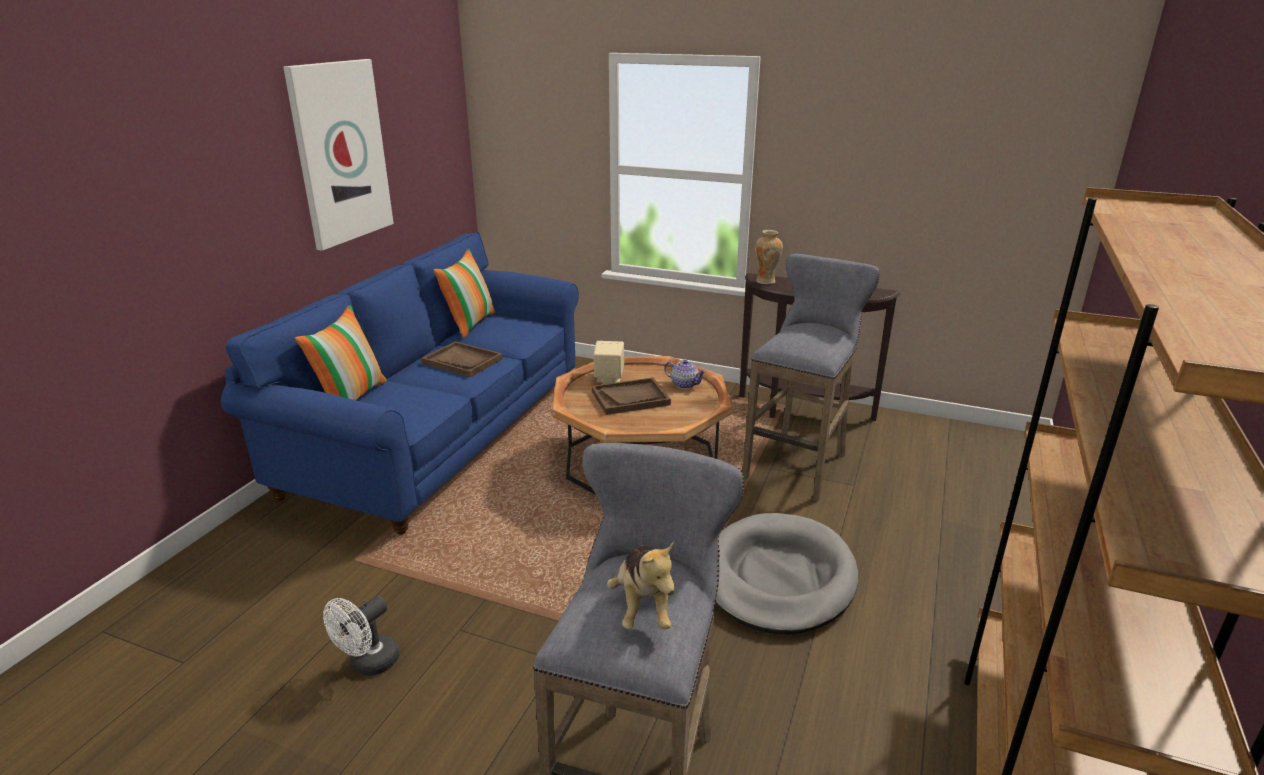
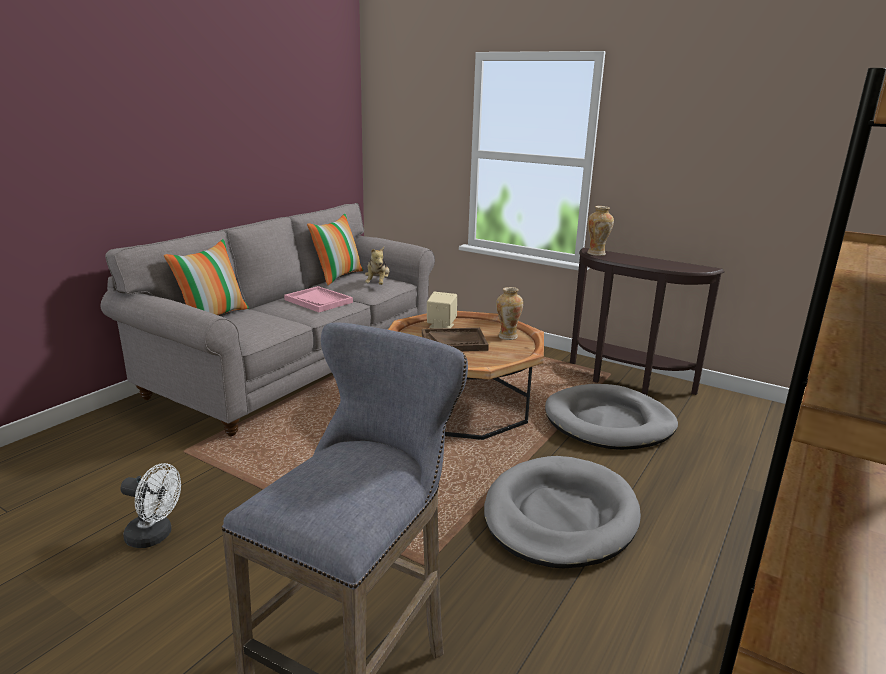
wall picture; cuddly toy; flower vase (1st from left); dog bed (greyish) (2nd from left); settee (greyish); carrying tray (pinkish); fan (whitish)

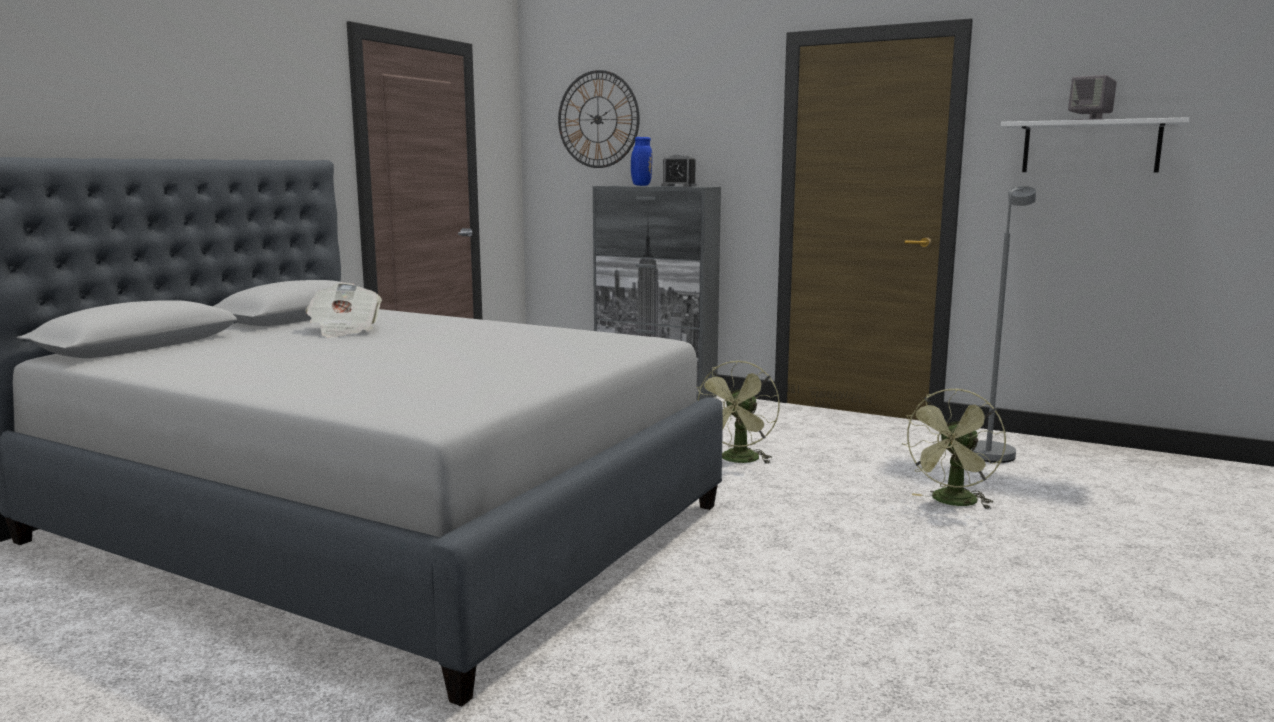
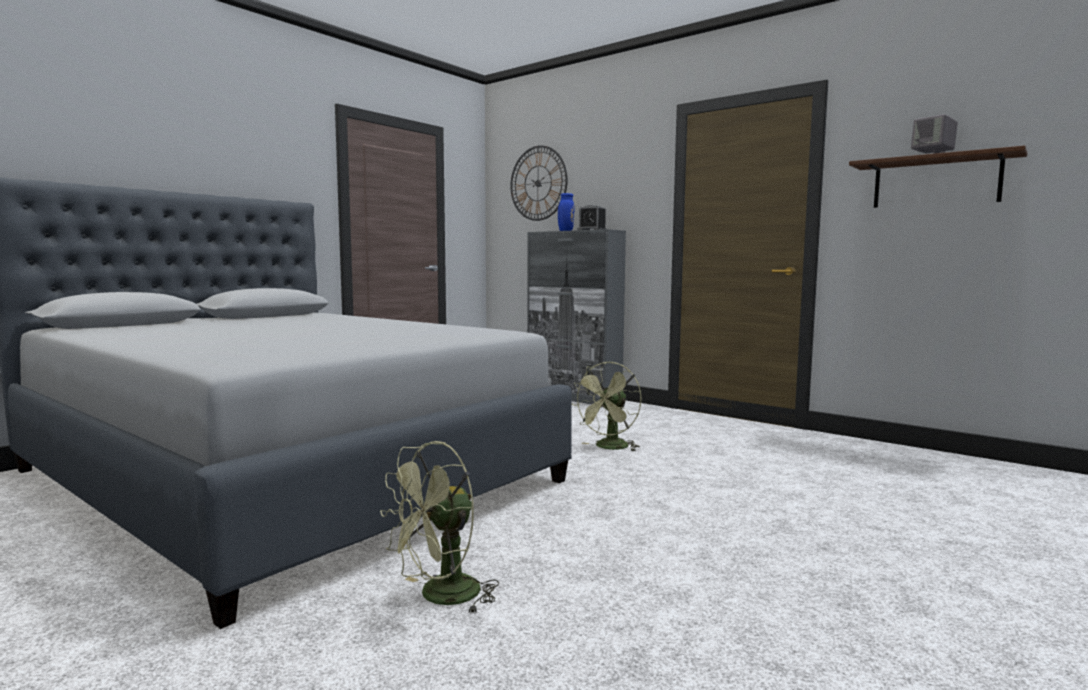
printed paper; floor lamp (greyish); fan (green-coloured) (1st from left); wall shelf (brown-coloured)

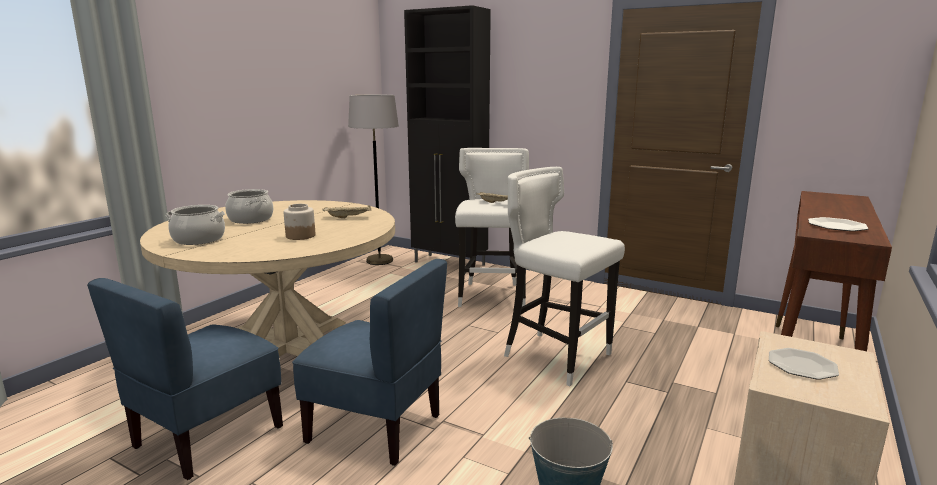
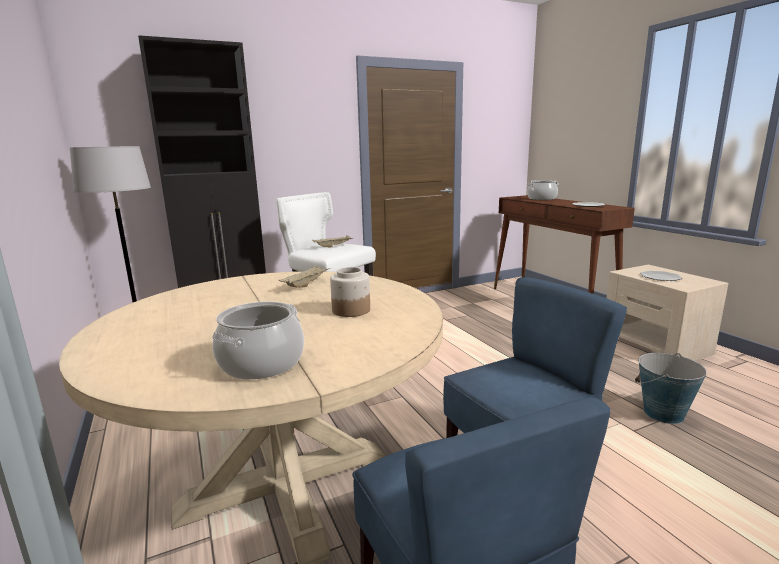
sitting stool (whitish) (2nd from left in the first image); stockpot (2nd from left)

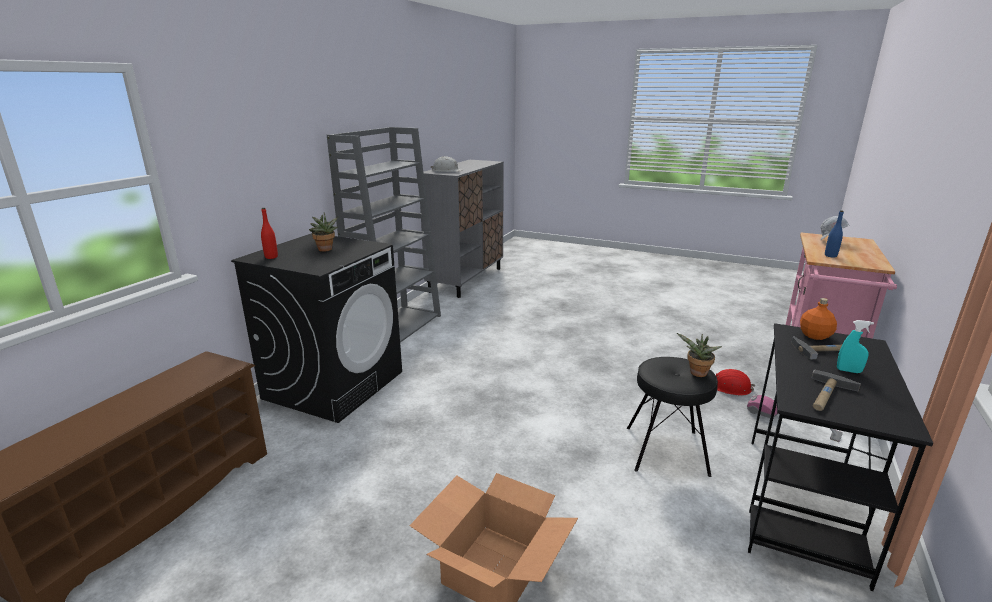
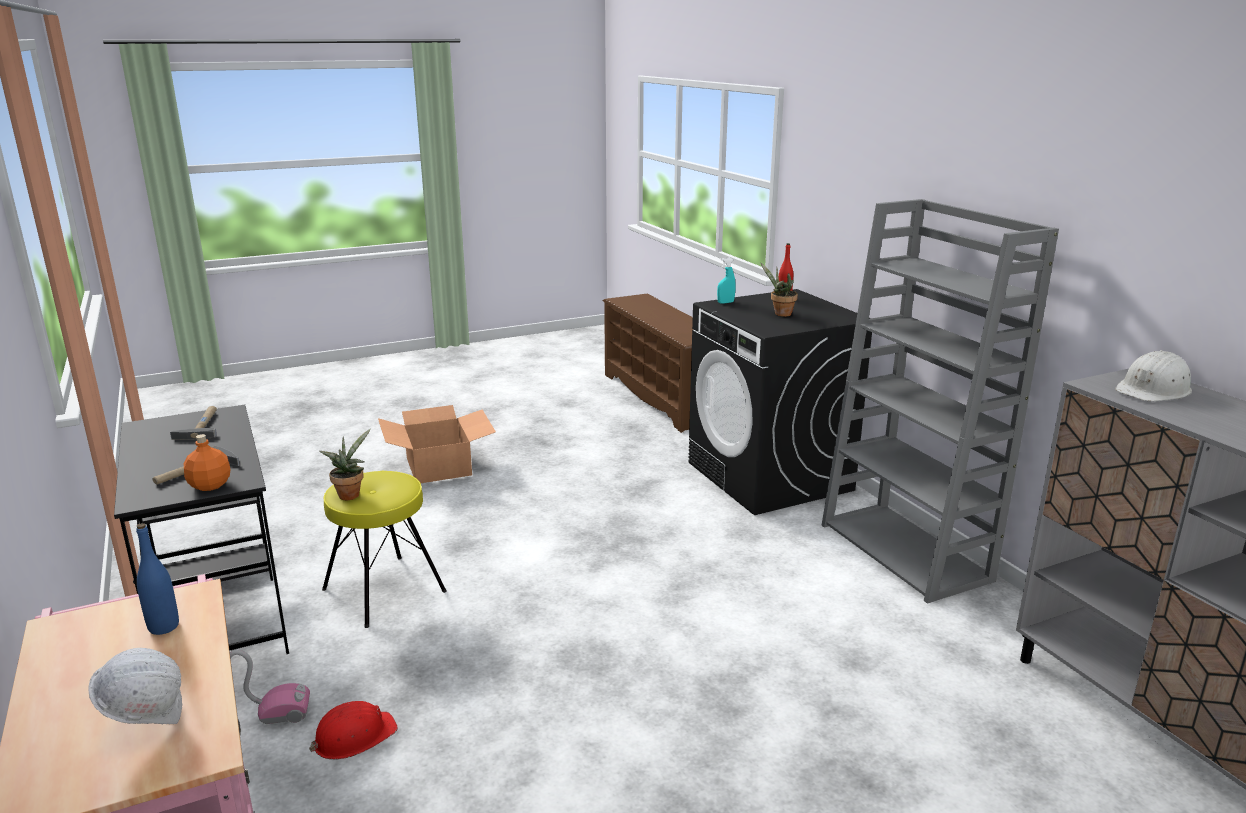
hand sprayer (turquoise); sitting stool (yellowish)

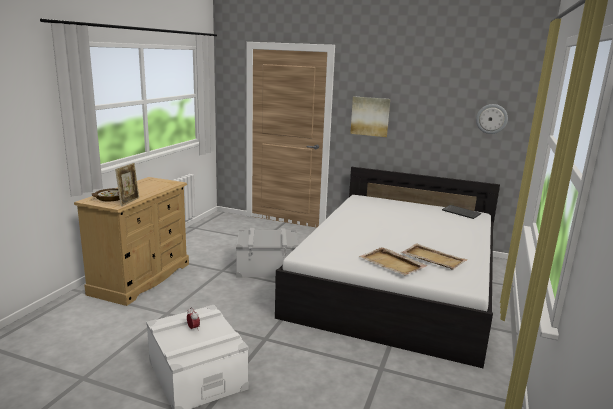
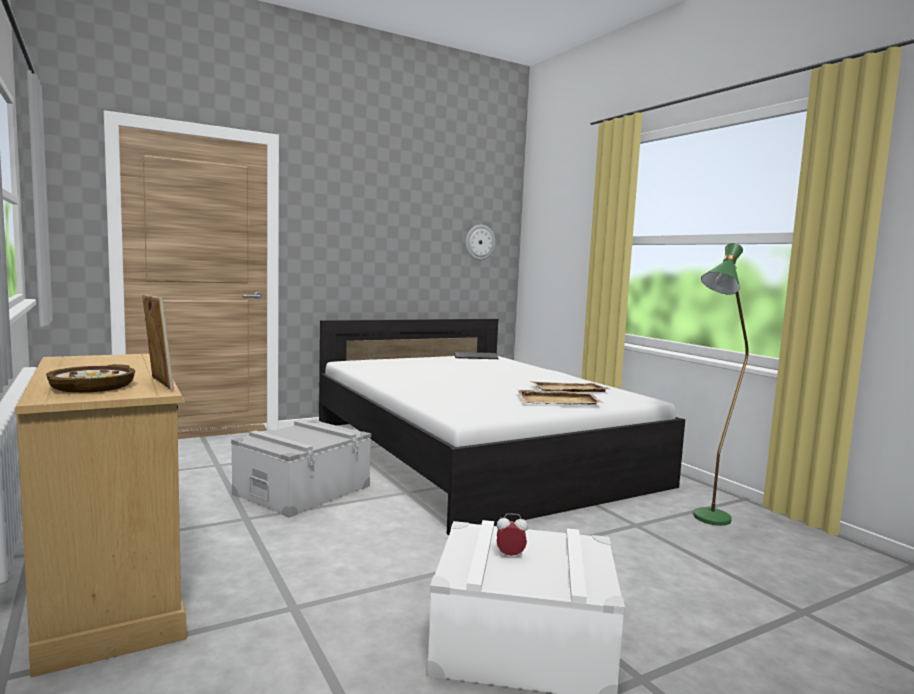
wall picture; floor lamp (green-coloured)

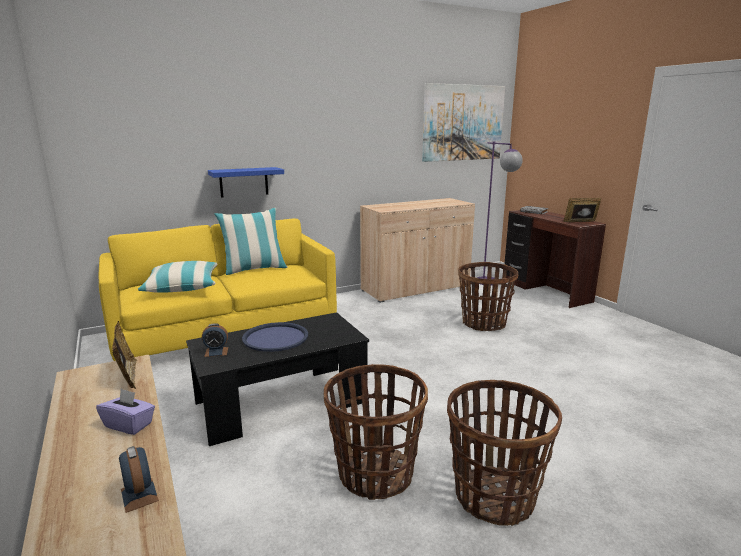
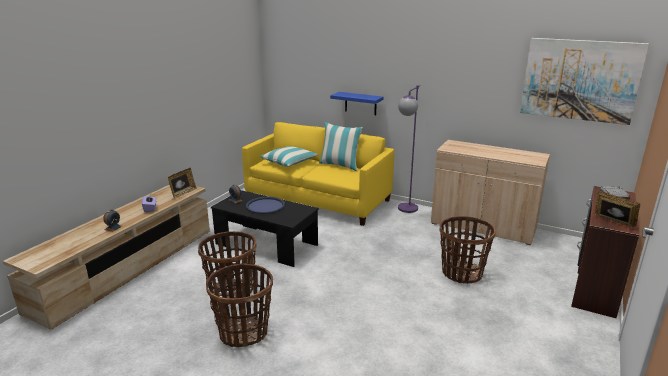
floor lamp (purple-coloured)

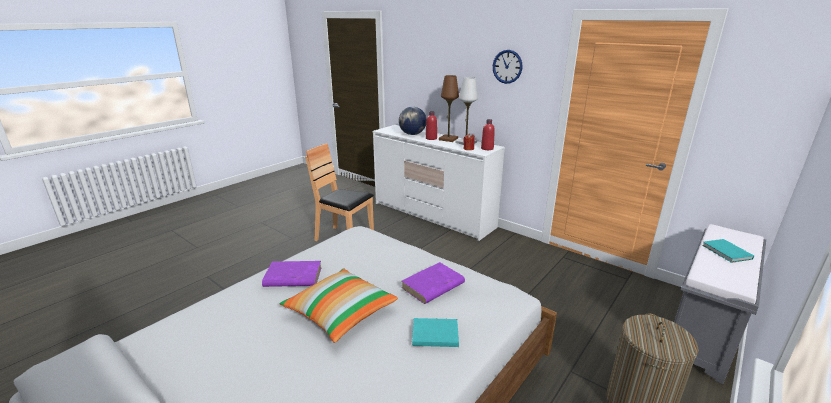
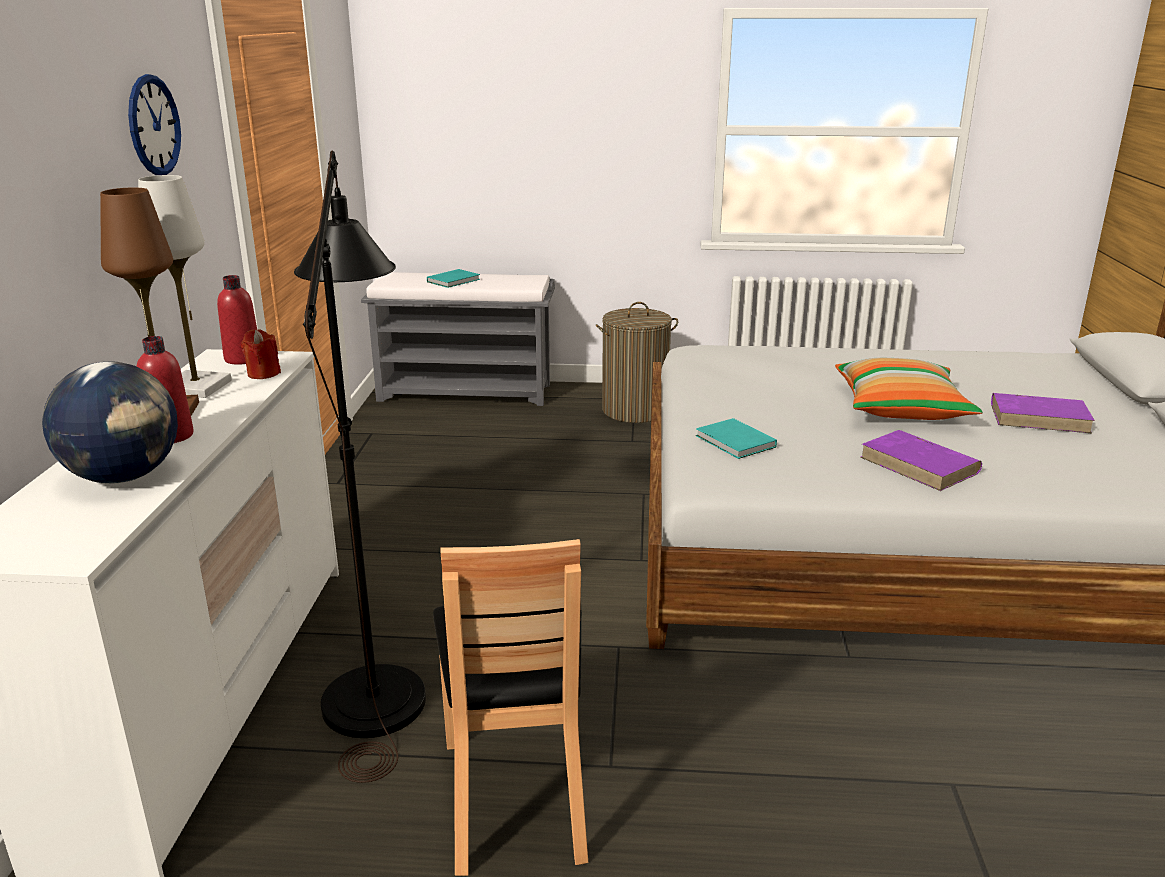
floor lamp (black); volume (purple-coloured) (2nd from left); volume (turquoise) (2nd from left)

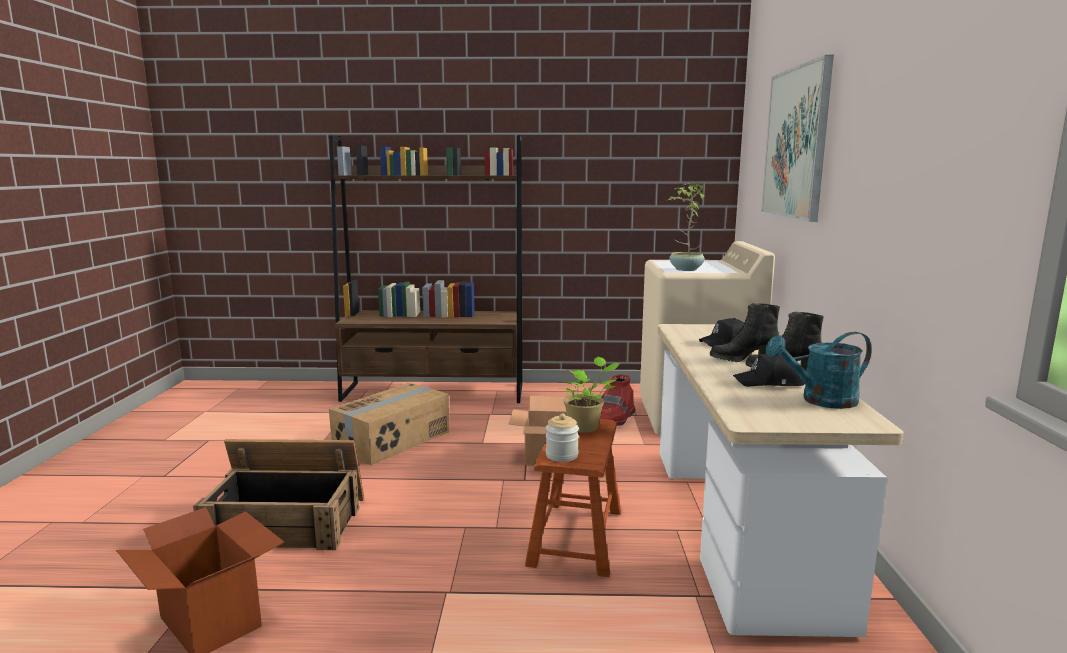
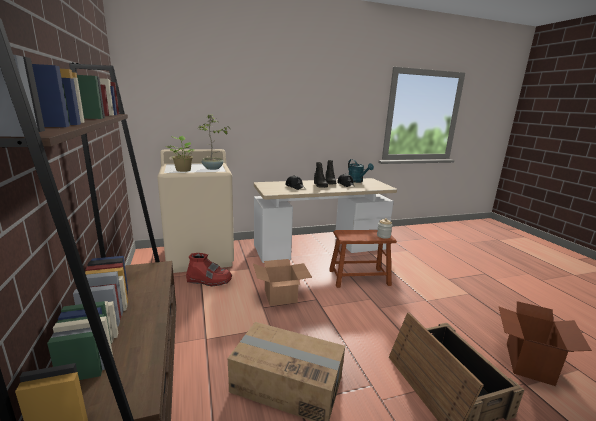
wall picture; potted plant (1st from left)

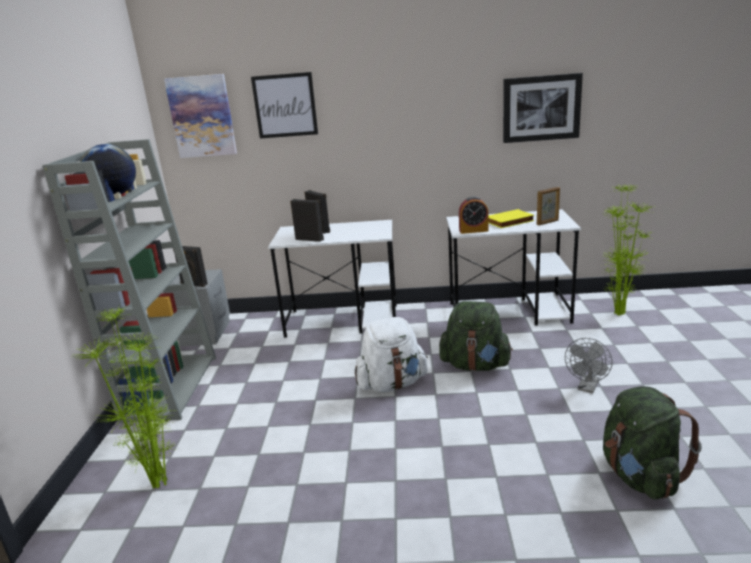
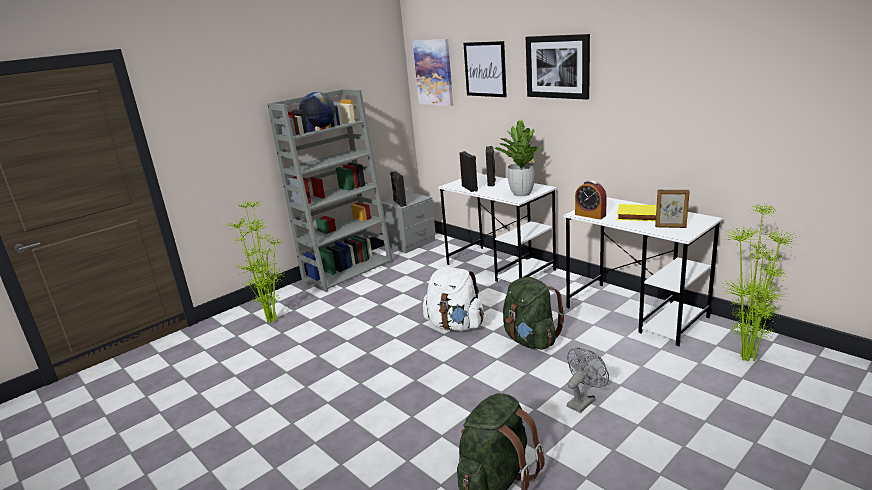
potted plant (2nd from left); wall picture (3rd from left); fan (greyish)

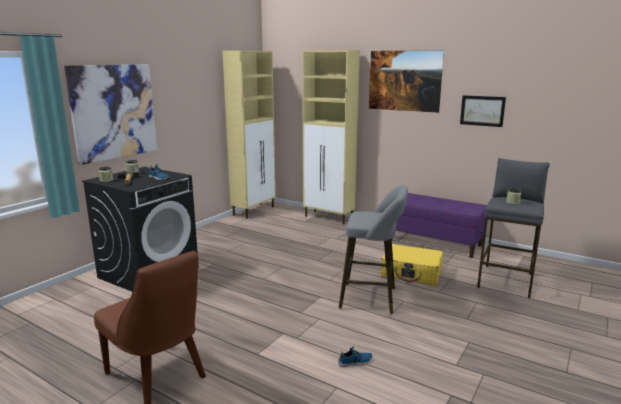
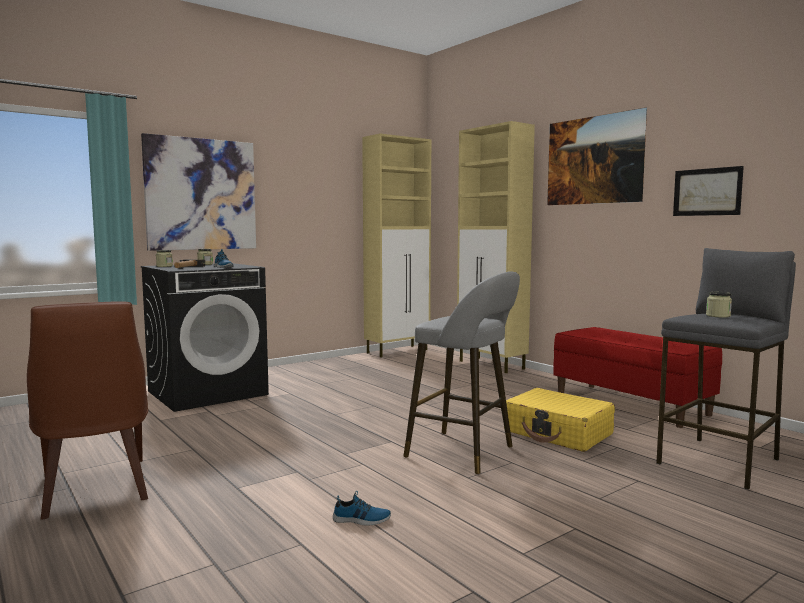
bench (red)

